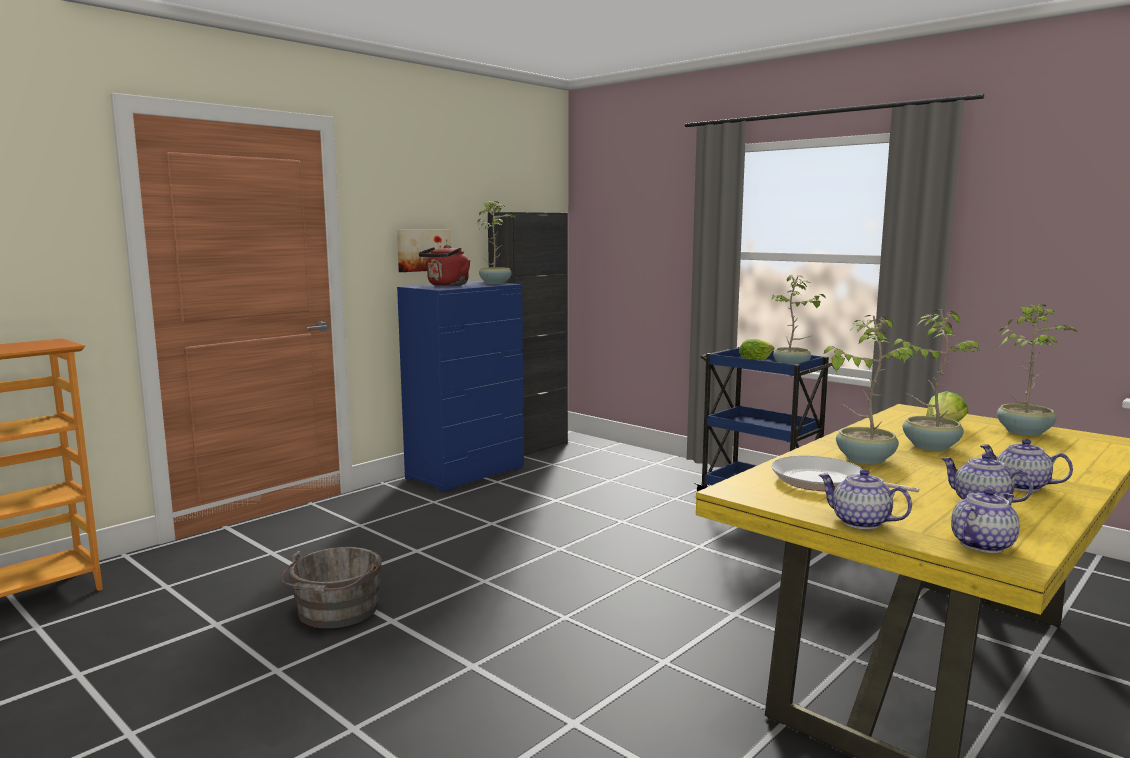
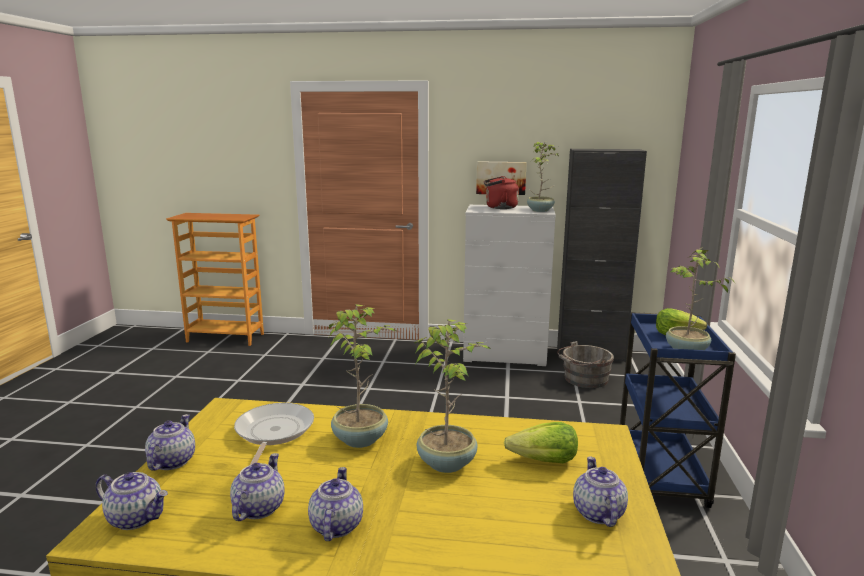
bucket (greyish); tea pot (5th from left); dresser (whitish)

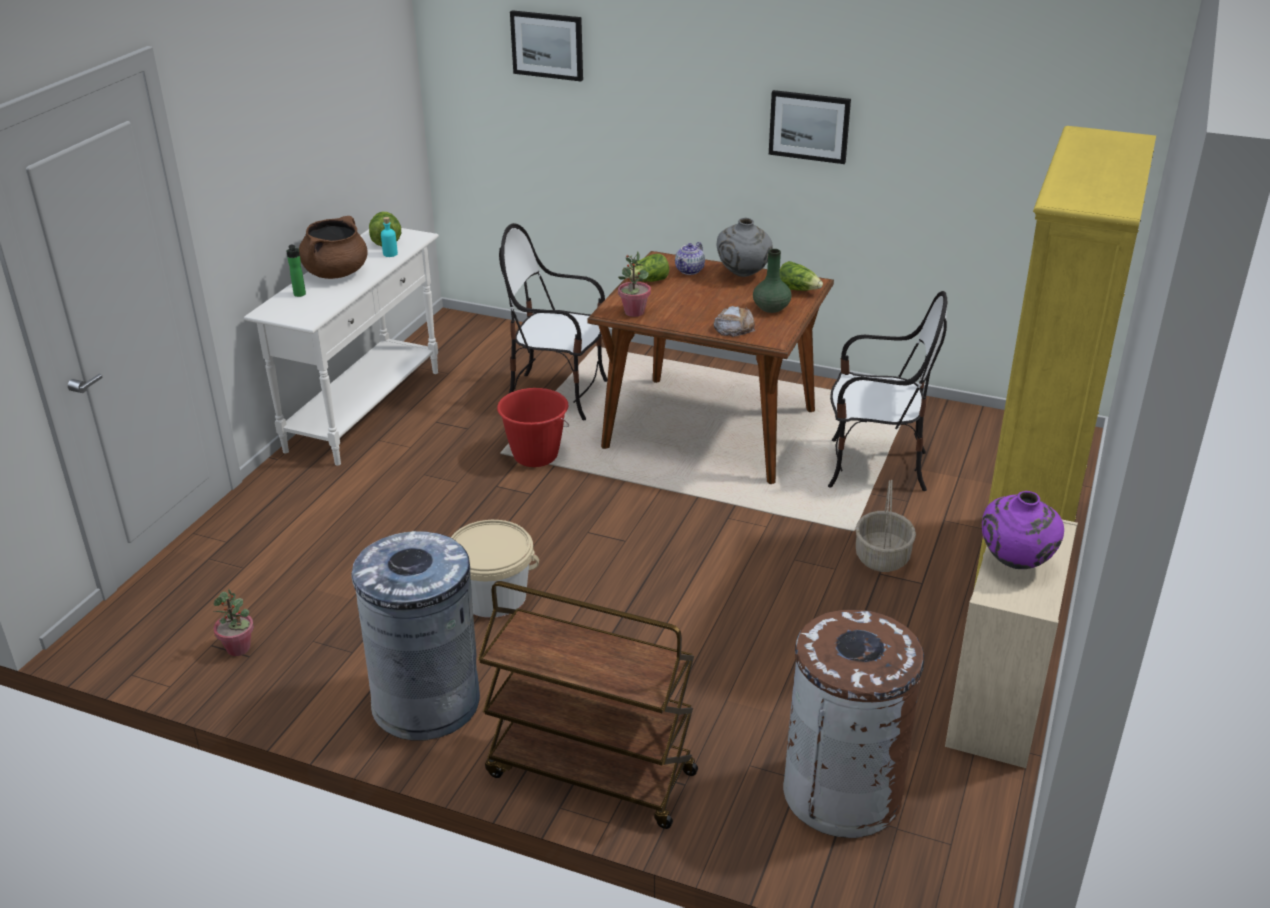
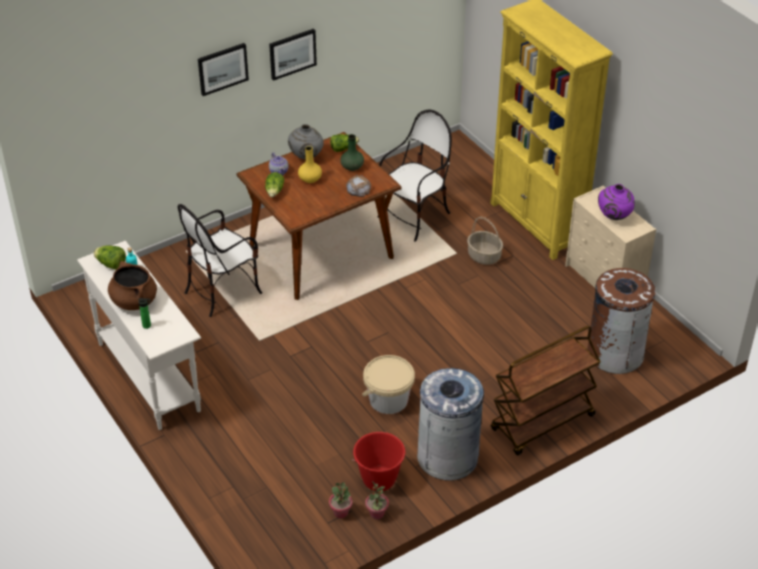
flower vase (yellowish); bucket (red); wall picture (1st from left); potted plant (2nd from left)

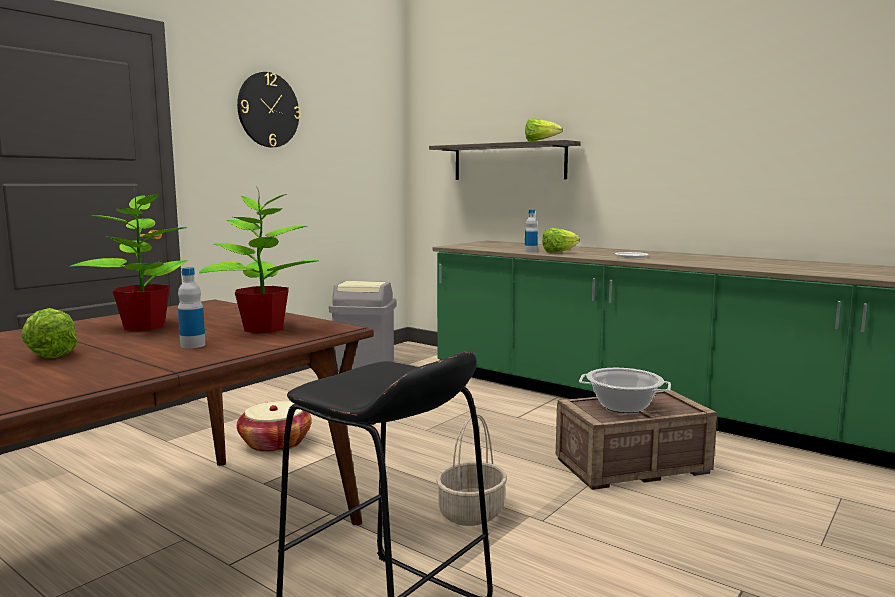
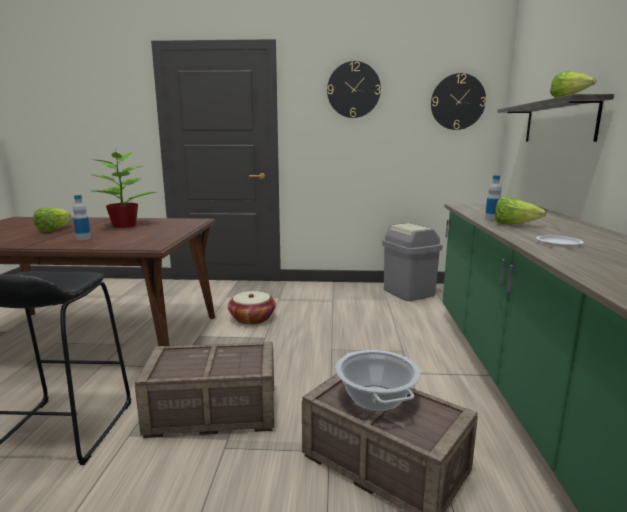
potted plant (2nd from left in the first image); hanging clock (2nd from left); crate (1st from left)

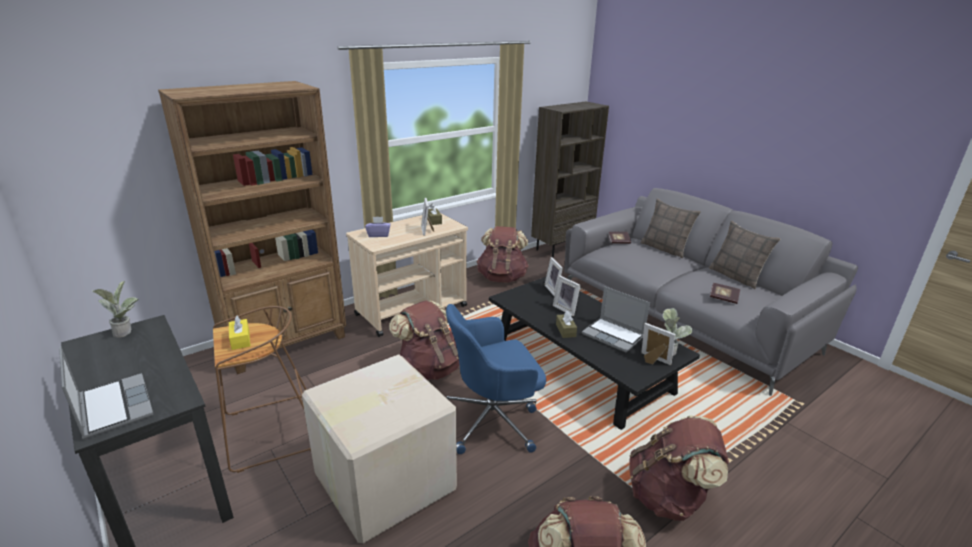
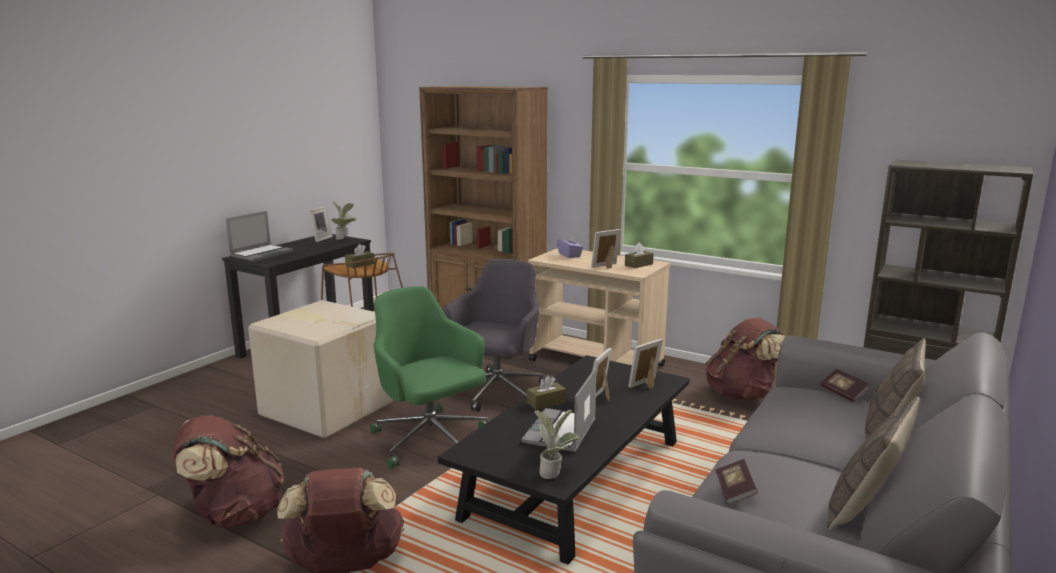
picture frame (1st from left); office chair (greyish); tissue box (brown-coloured) (1st from left); office chair (green-coloured)

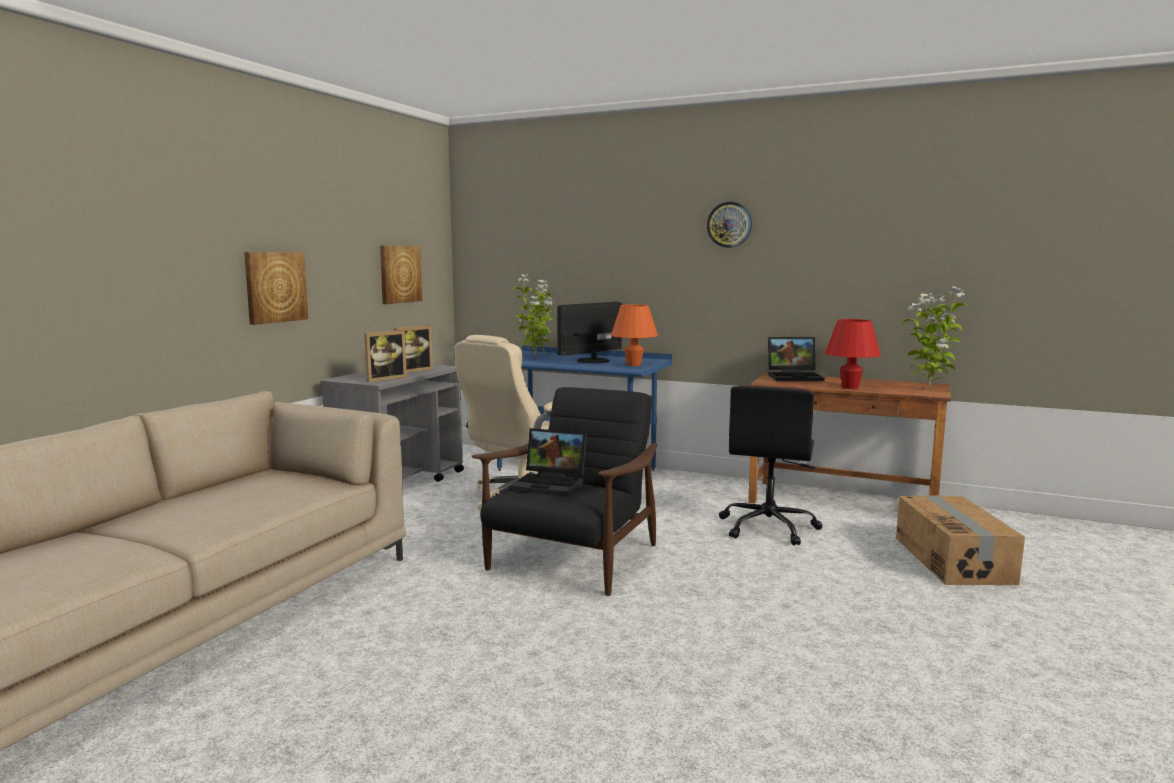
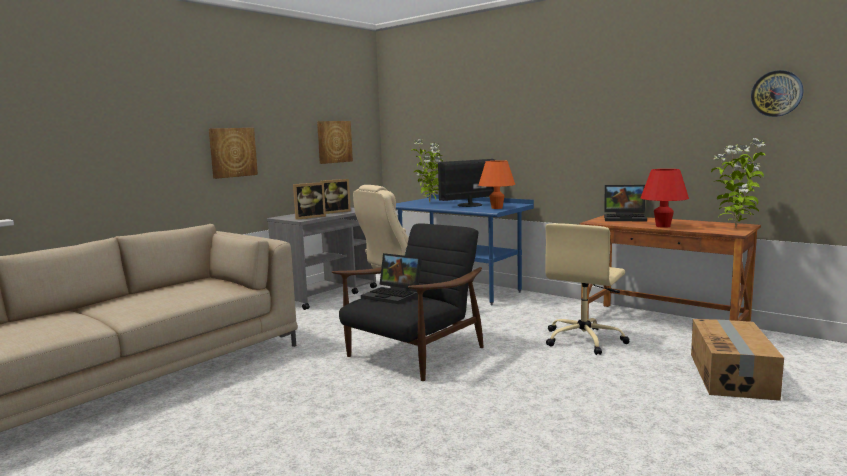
hanging clock; office chair (beige-coloured) (2nd from left)

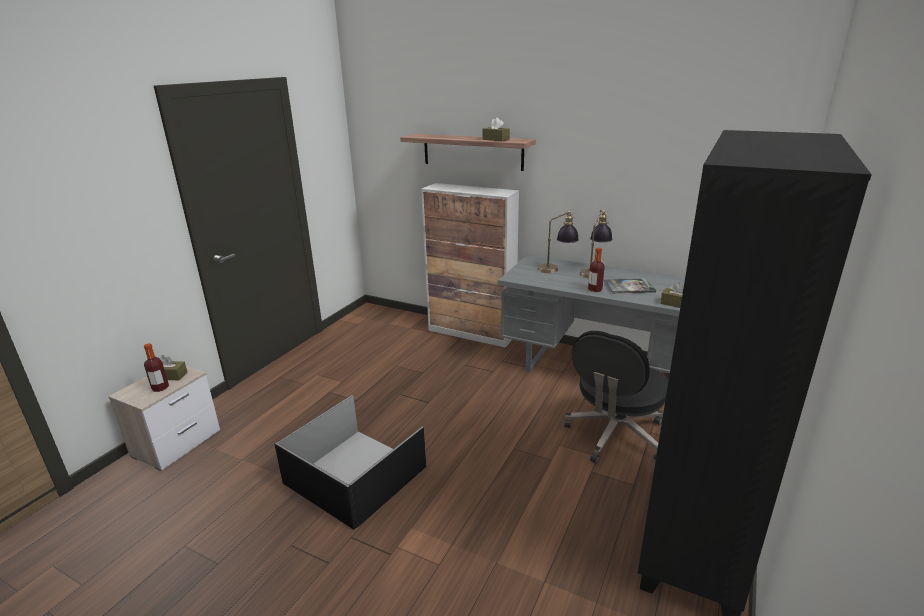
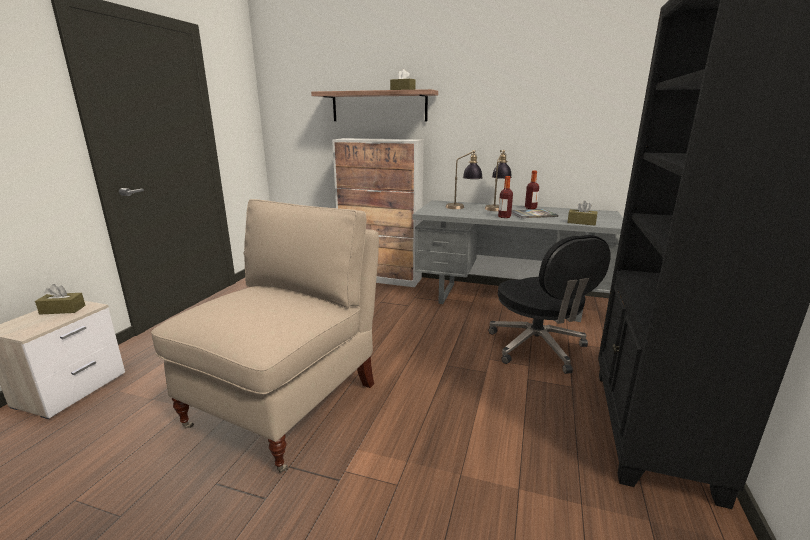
beverage bottle (2nd from left); chair (beige-coloured); office chair (black)

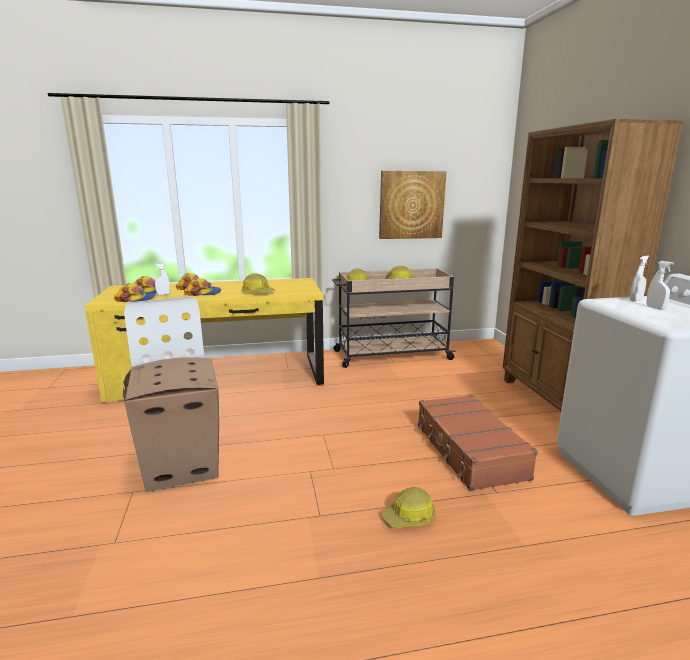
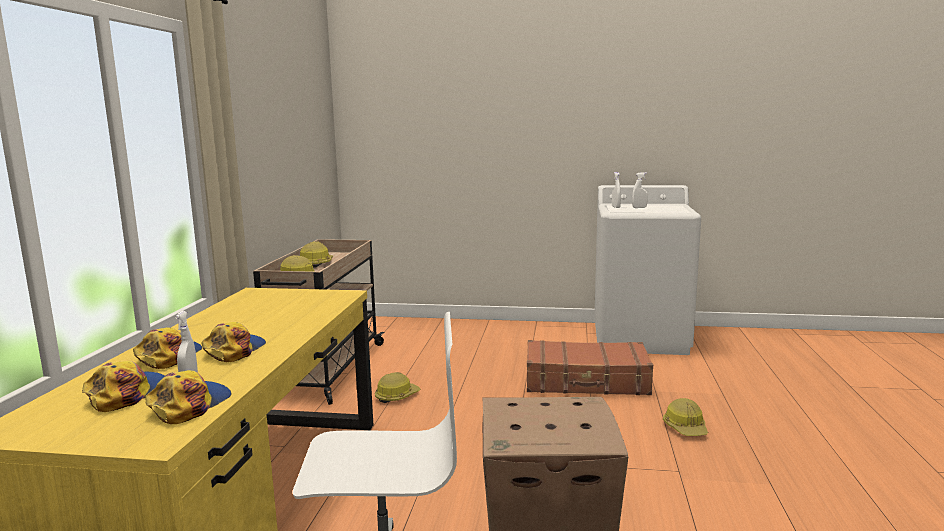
wall picture; shelving unit (brown-coloured); safety helmet (3rd from left)

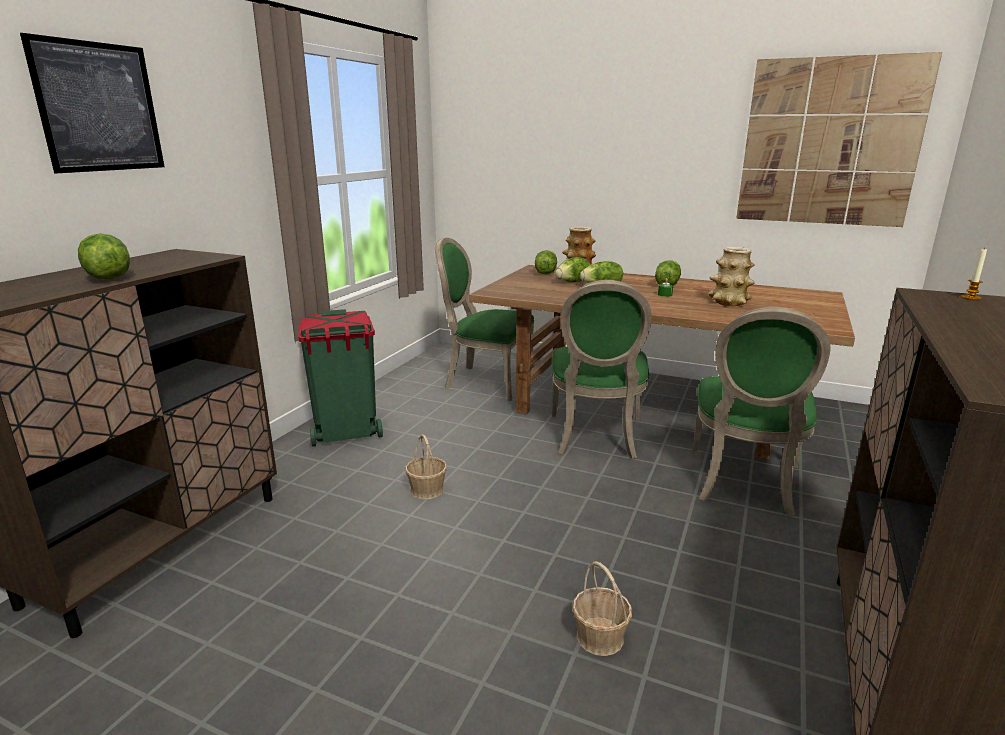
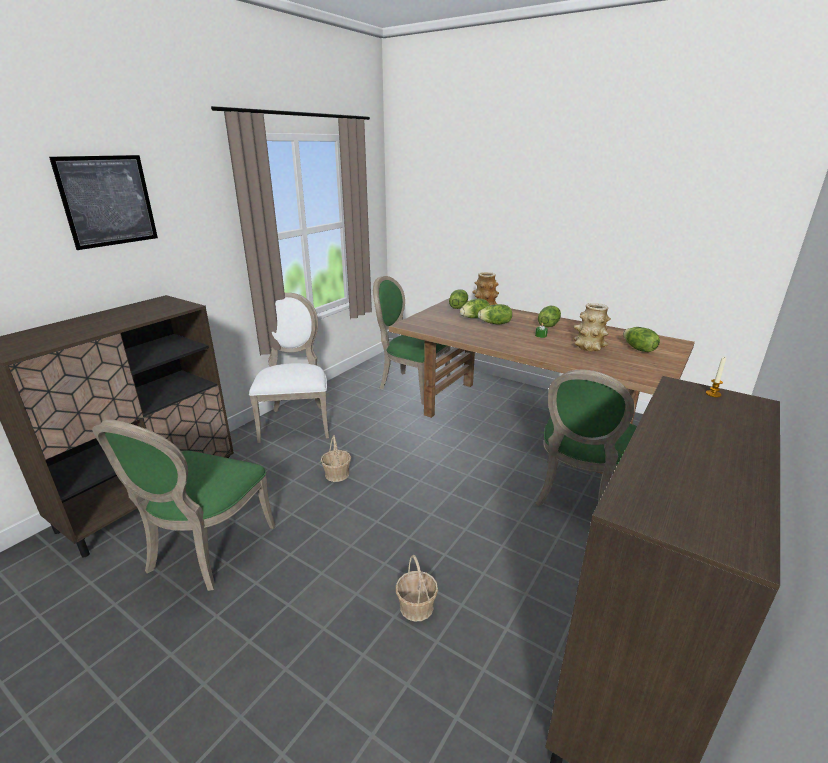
wall picture (2nd from left in the first image); head of lettuce (5th from left); chair (green-coloured) (1st from left); chair (whitish)

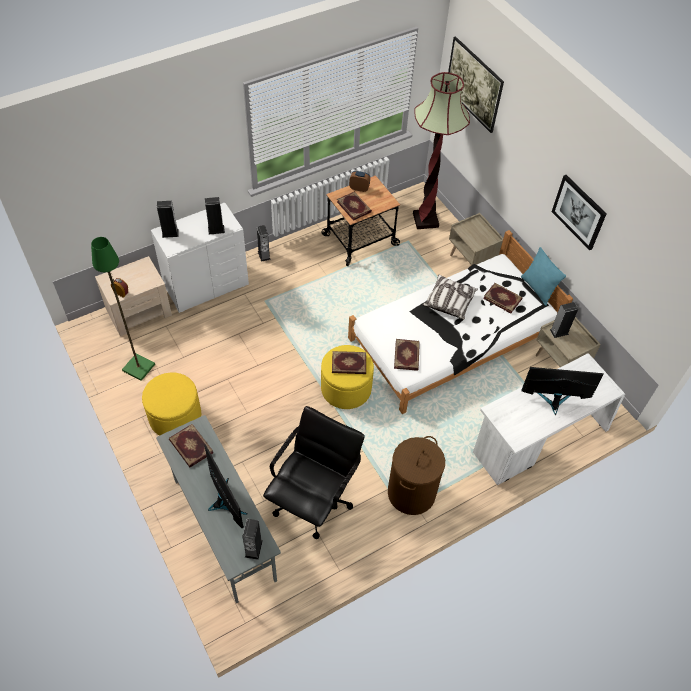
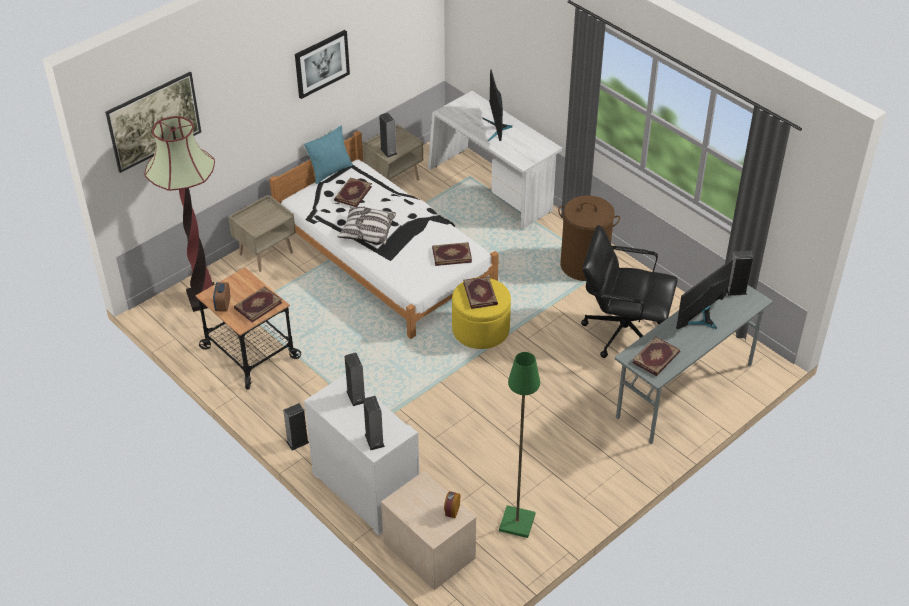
footrest (yellowish) (1st from left in the first image)

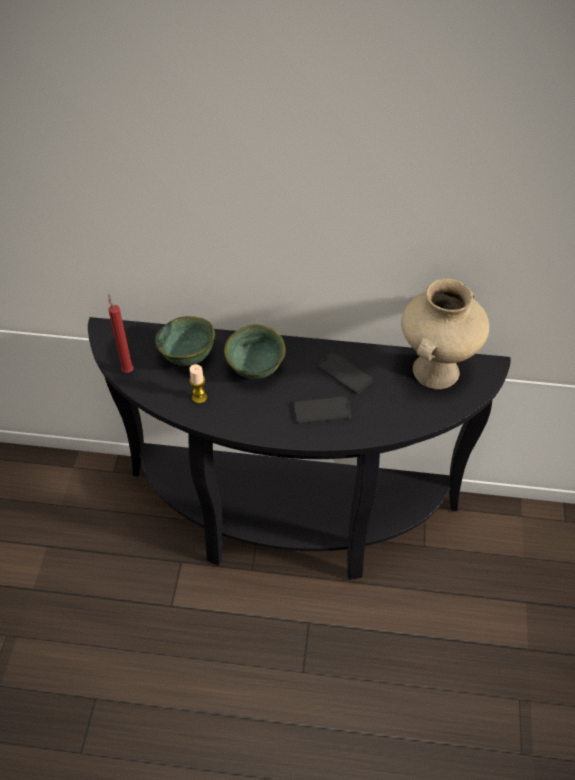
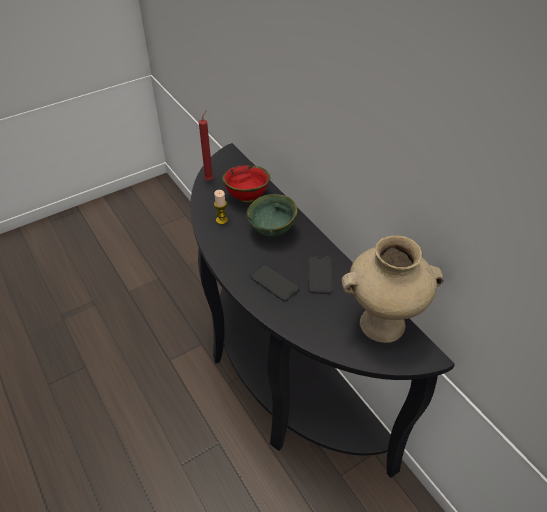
bowl (red)

